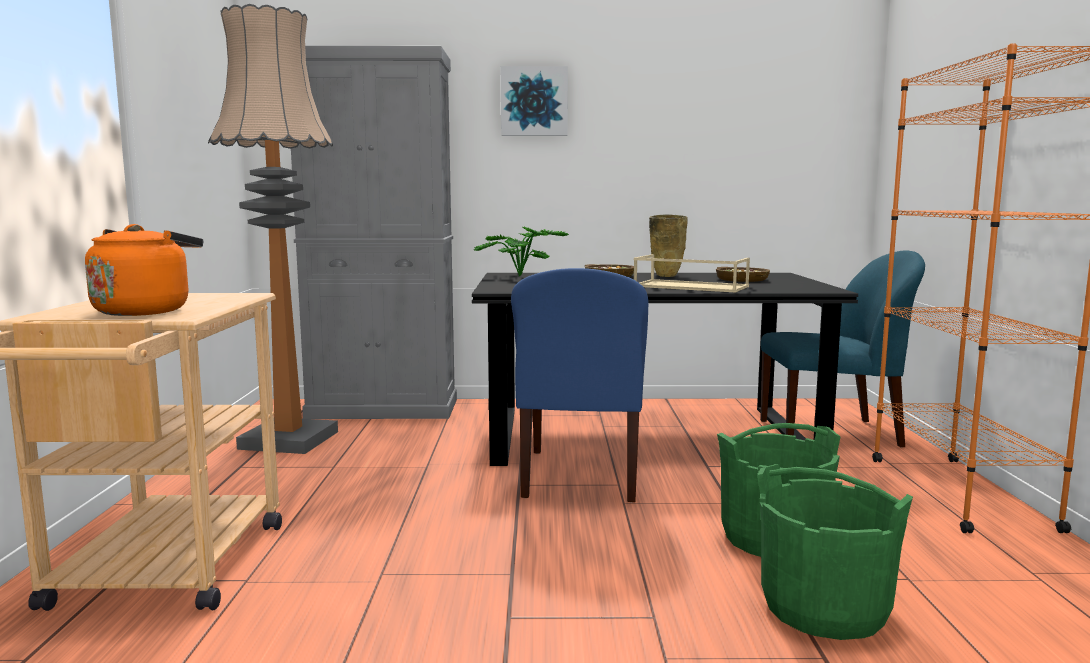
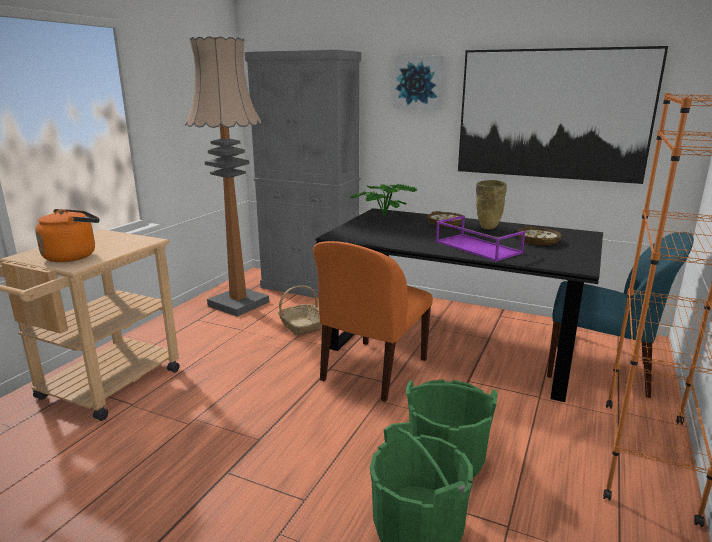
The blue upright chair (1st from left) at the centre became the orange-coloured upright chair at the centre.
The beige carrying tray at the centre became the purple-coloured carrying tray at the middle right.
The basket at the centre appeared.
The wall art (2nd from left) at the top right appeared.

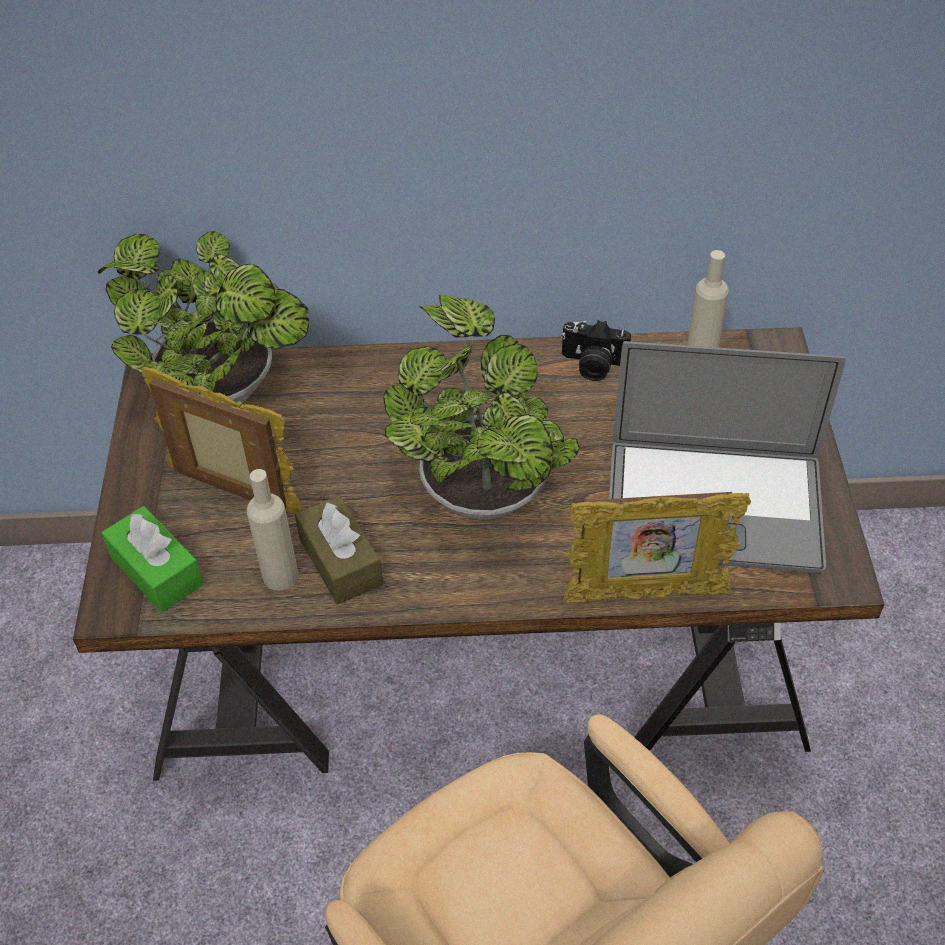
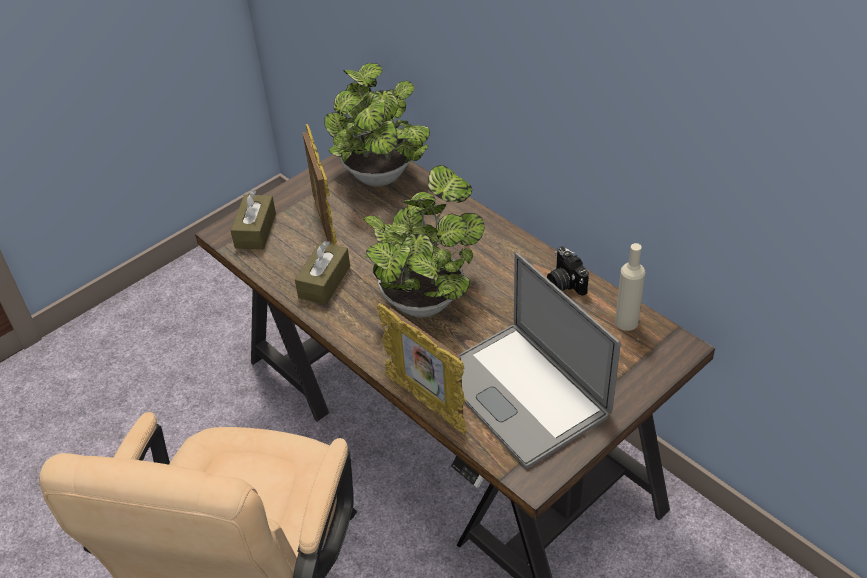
The green-coloured tissue box at the middle left became the brown-coloured tissue box (1st from left) at the middle left.
The beige drink bottle (1st from left) at the middle left disappeared.

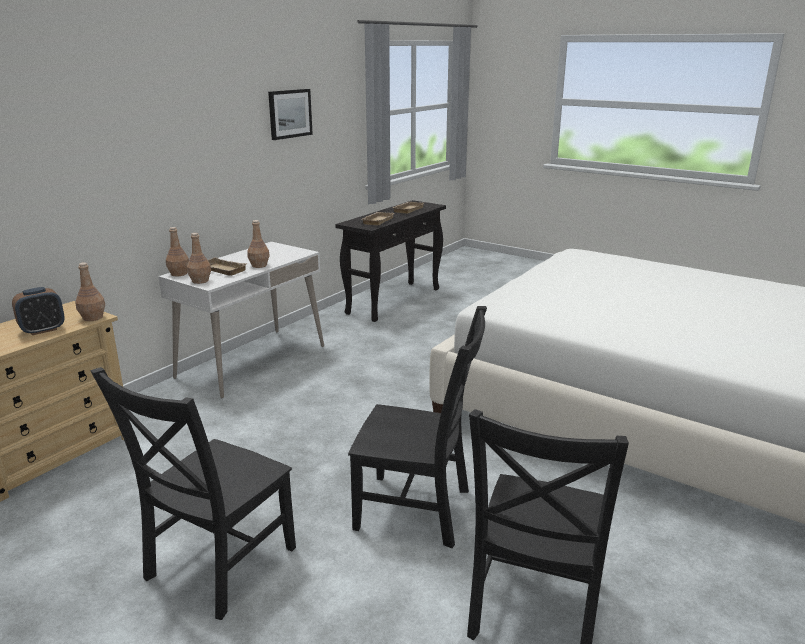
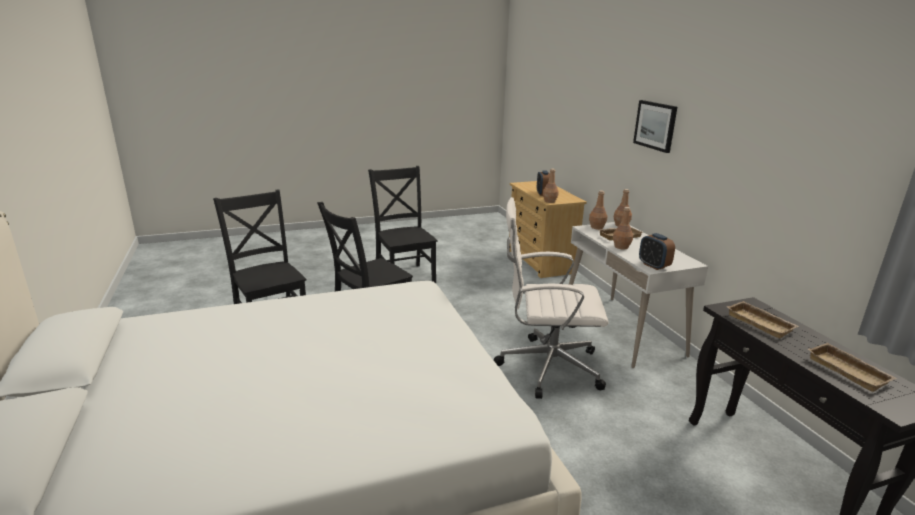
The wall art moved from the top centre to the top right.
The white office chair at the centre appeared.
The alarm clock (2nd from left) at the middle right appeared.

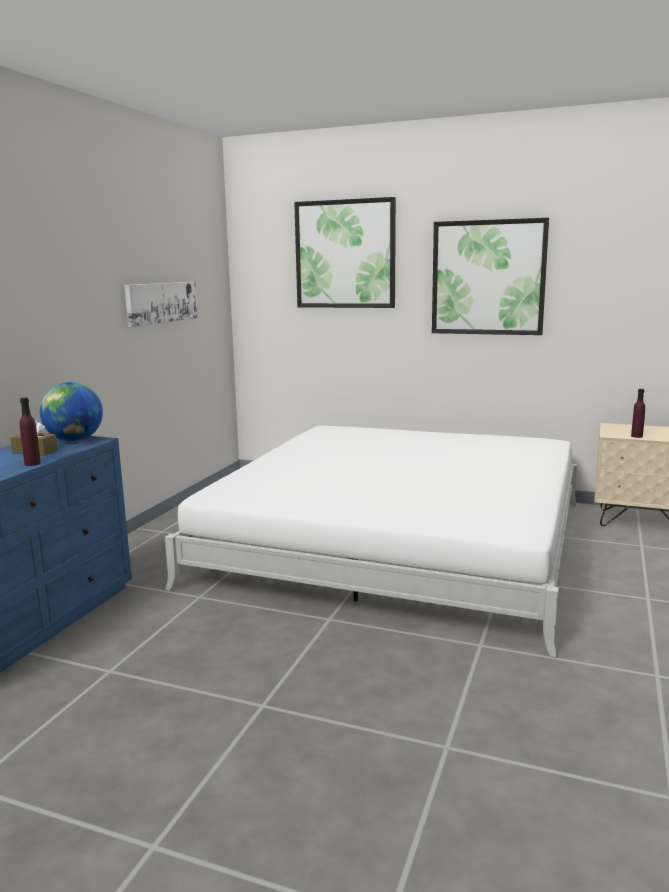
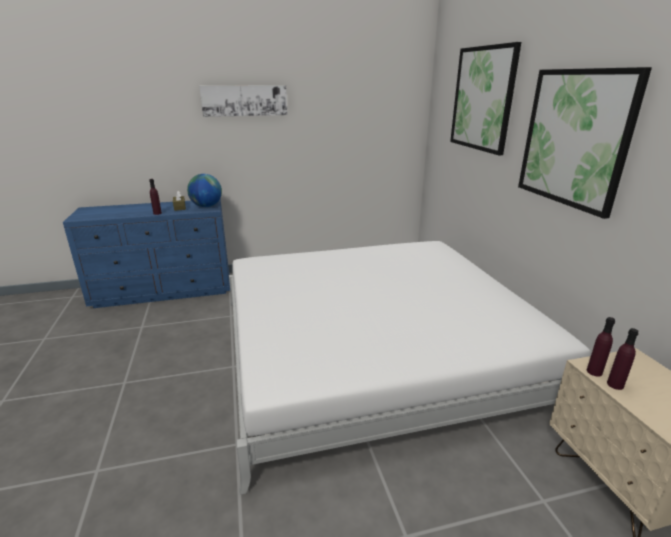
The wall art (1st from left) moved from the middle left to the top centre.
The purple-coloured drink bottle (2nd from left) at the middle right appeared.

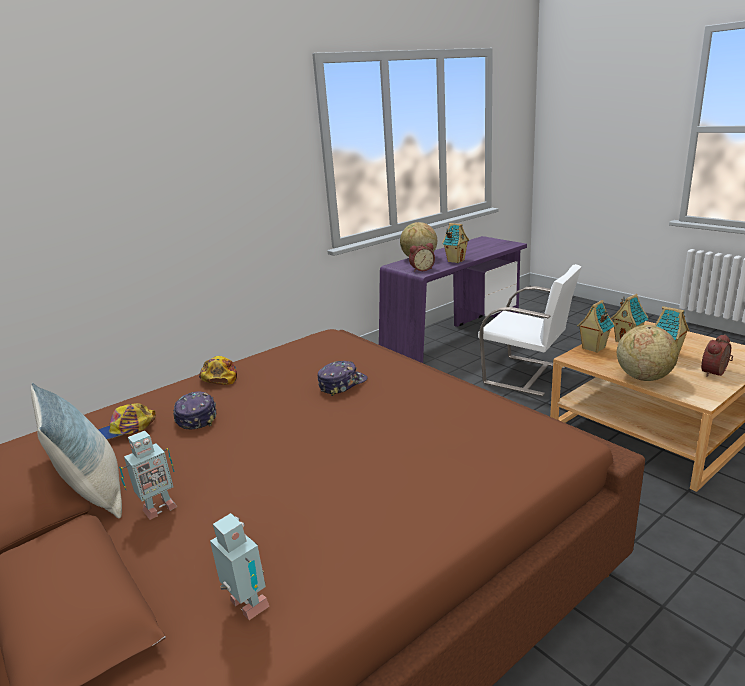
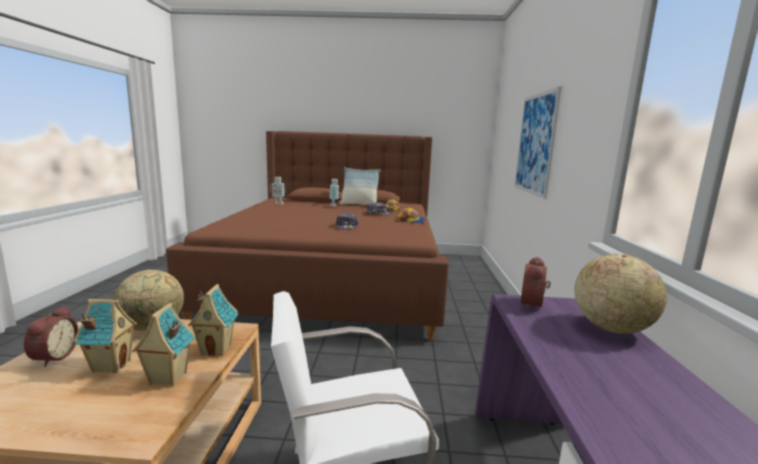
The model house (1st from left) at the centre disappeared.
The wall art at the top right appeared.

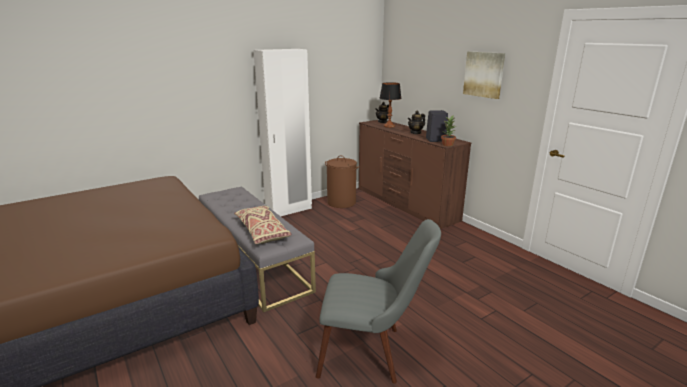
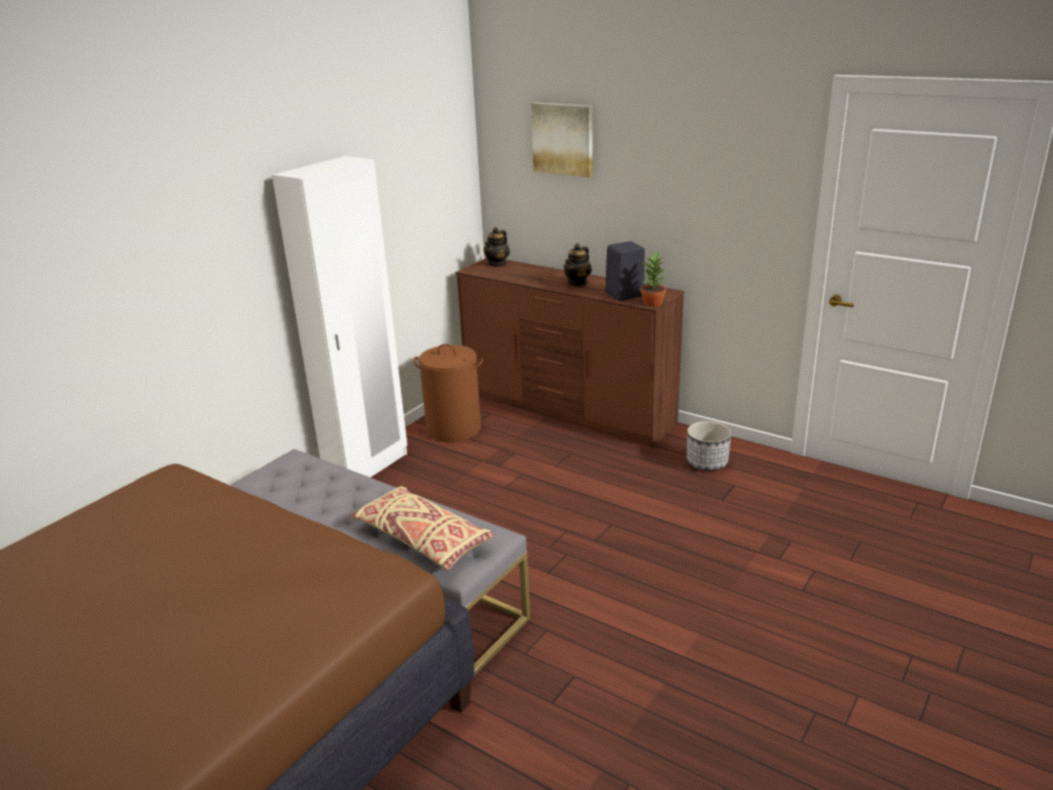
The grey upright chair at the bottom centre disappeared.
The tabletop lamp at the top centre disappeared.
The wall art moved from the top right to the top centre.
The flower pot at the middle right appeared.

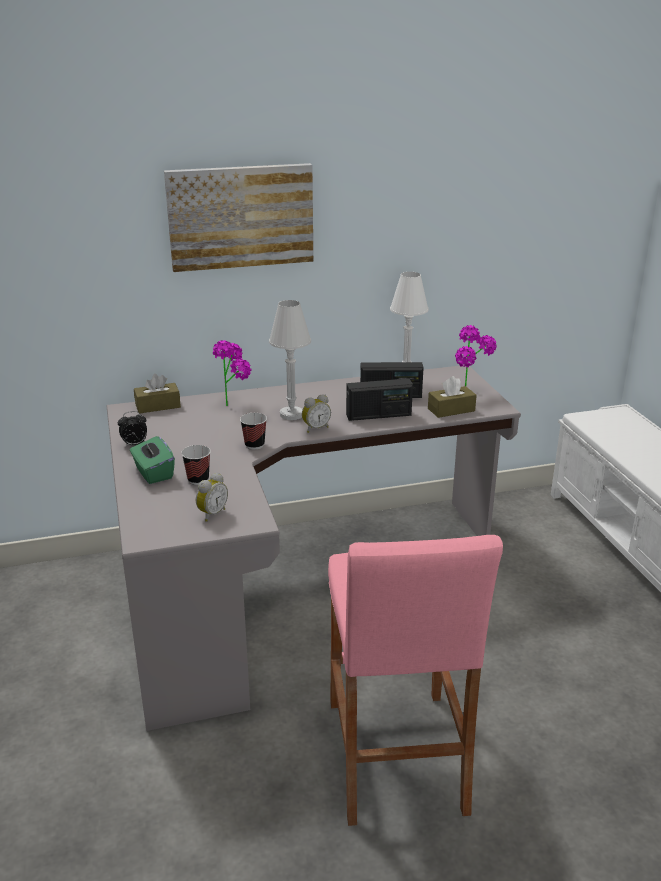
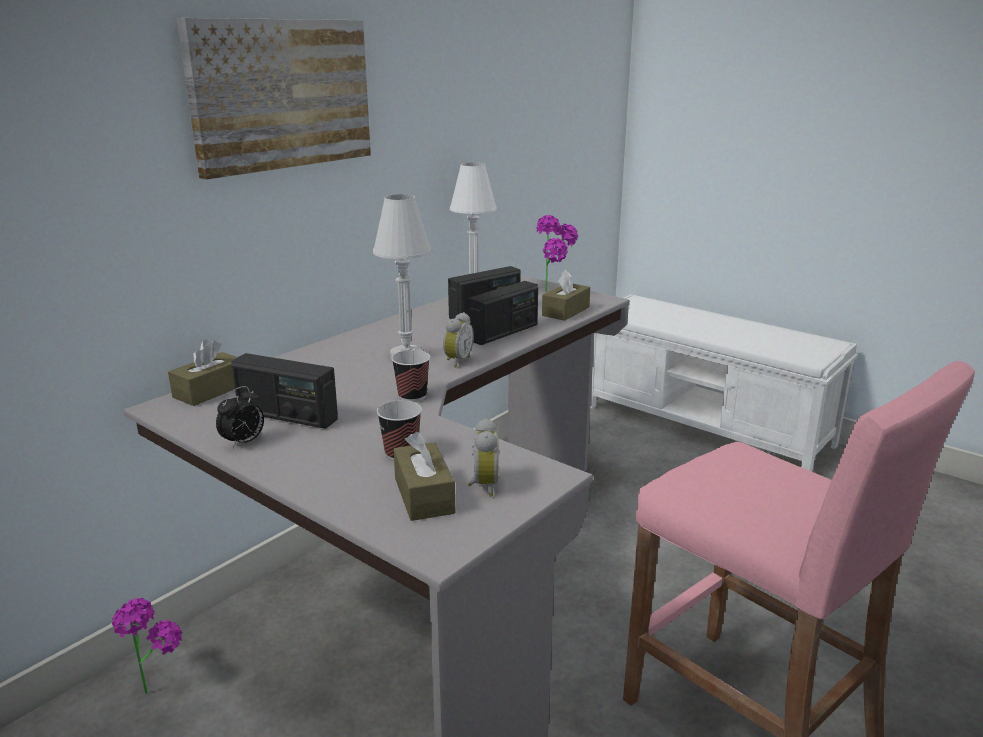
The green-coloured tissue box at the middle left disappeared.
The houseplant (1st from left) moved from the centre to the bottom left.
The radio set (1st from left) at the middle left appeared.
The brown-coloured tissue box (2nd from left) at the centre appeared.

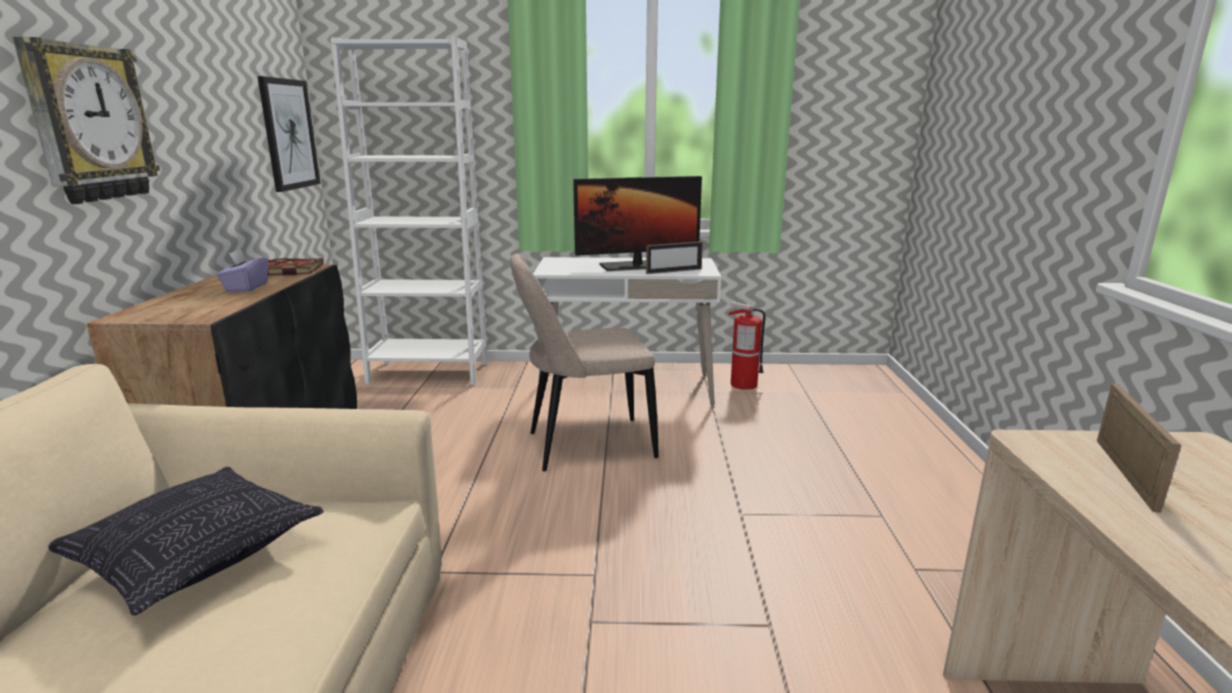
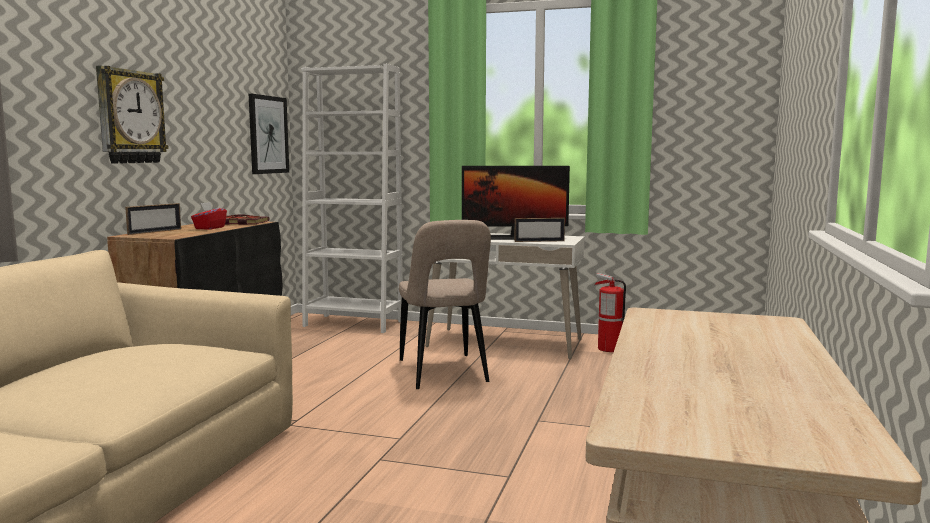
The pillow at the bottom left disappeared.
The purple-coloured tissue box at the middle left became the red tissue box at the middle left.
The beige upright chair at the centre turned 105 degrees counterclockwise.
The picture frame (2nd from left in the first image) moved from the middle right to the middle left.

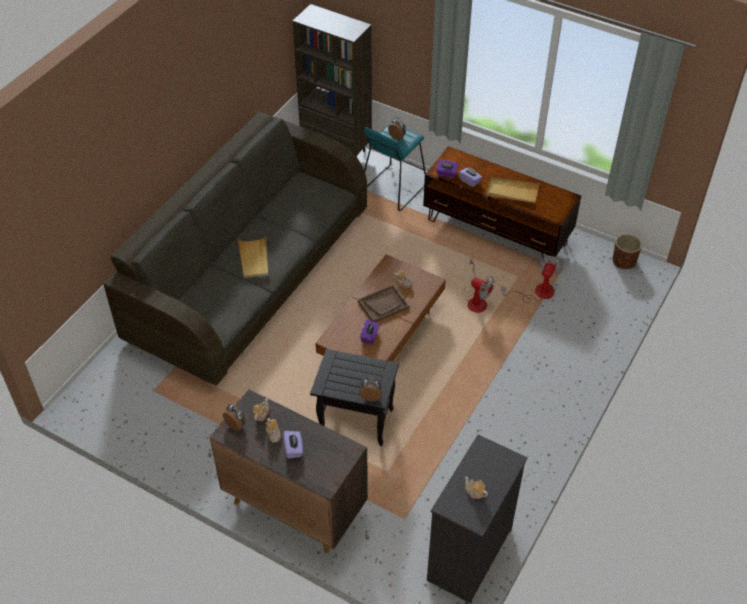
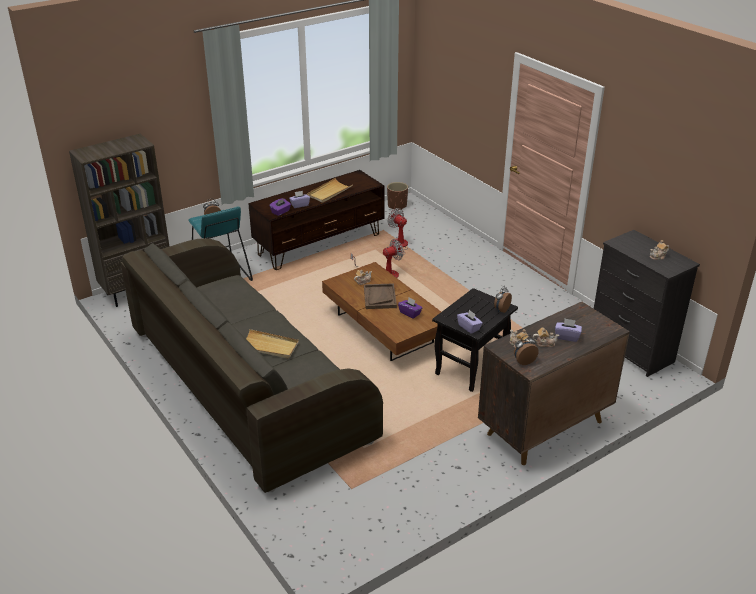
The purple-coloured tissue box (4th from left) at the centre appeared.

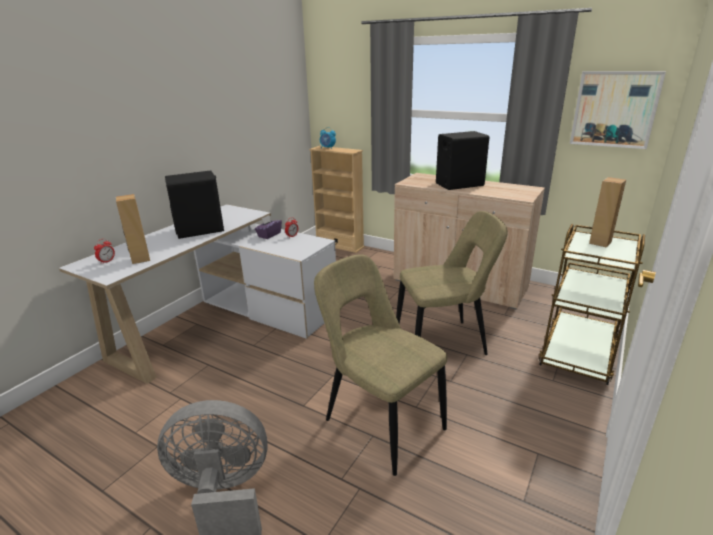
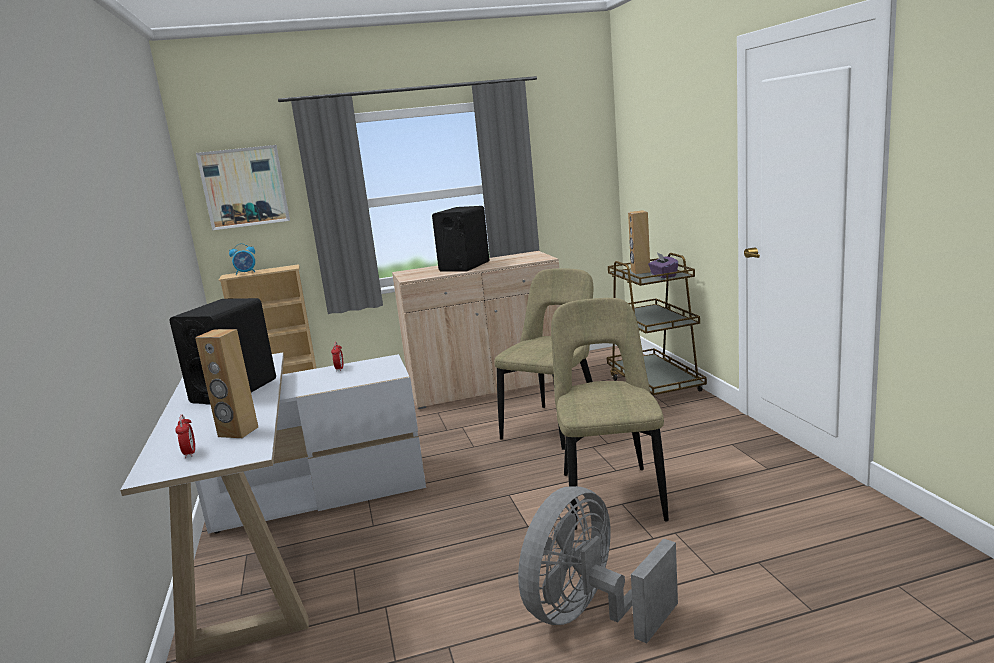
The purple-coloured tissue box moved from the centre to the middle right.
The beige upright chair (1st from left in the first image) at the bottom centre turned 90 degrees clockwise.
The wall art moved from the top right to the top left.

